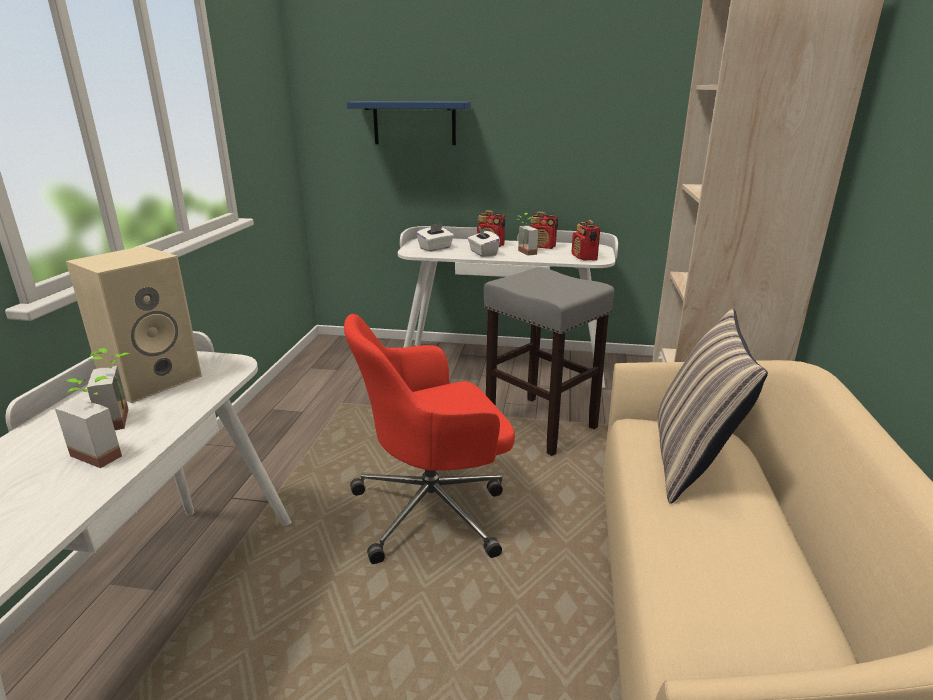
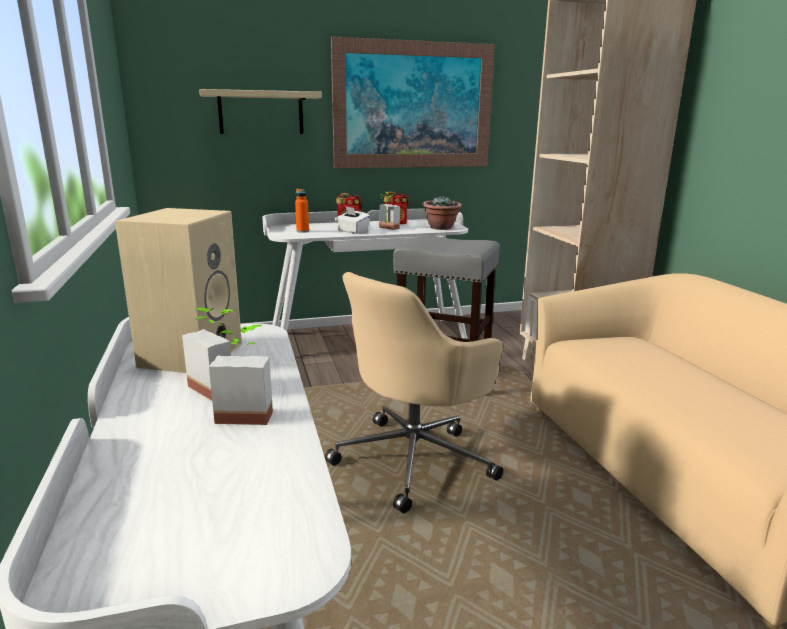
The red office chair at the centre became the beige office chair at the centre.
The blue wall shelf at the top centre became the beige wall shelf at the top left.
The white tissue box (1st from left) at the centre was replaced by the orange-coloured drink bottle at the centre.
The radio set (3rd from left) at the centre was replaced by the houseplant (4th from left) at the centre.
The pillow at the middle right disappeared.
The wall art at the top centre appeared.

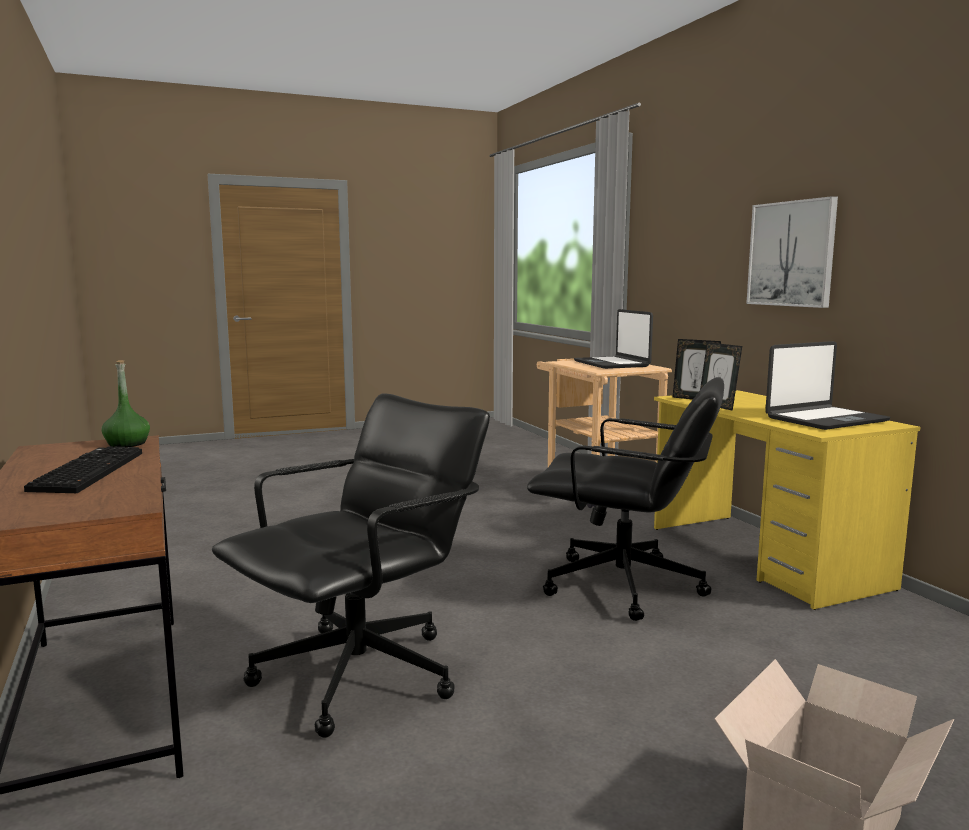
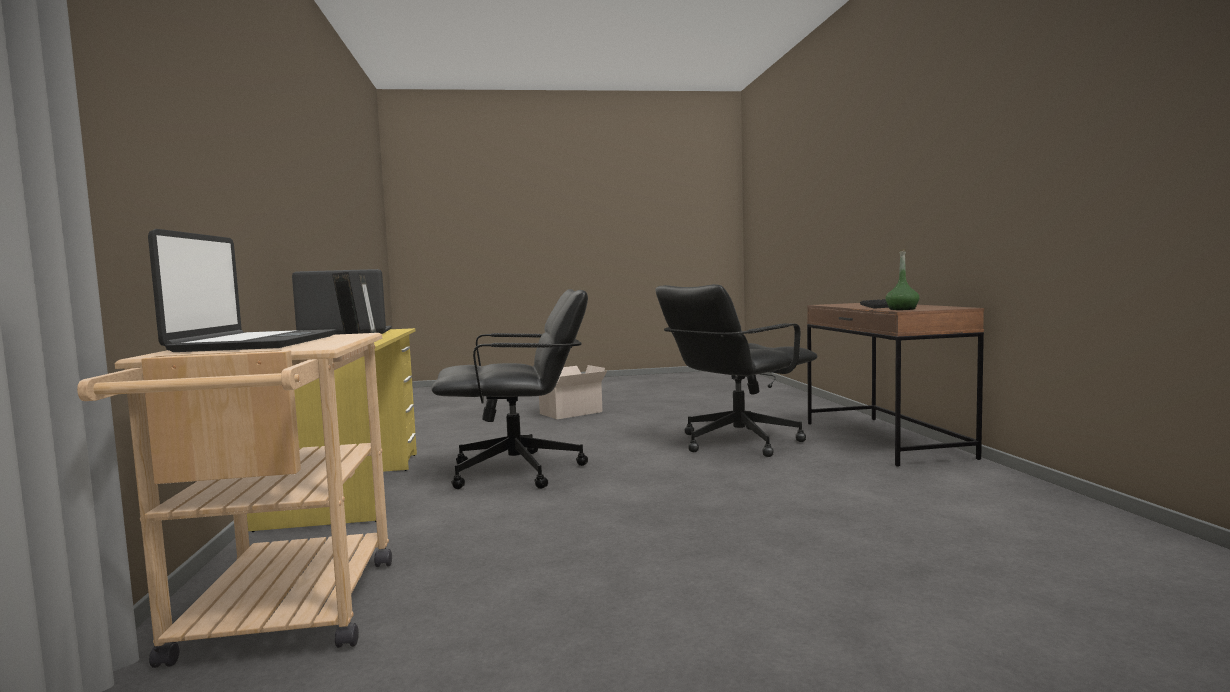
The black-coloured office chair (2nd from left in the first image) at the centre turned 135 degrees clockwise.
The wall art at the top right disappeared.

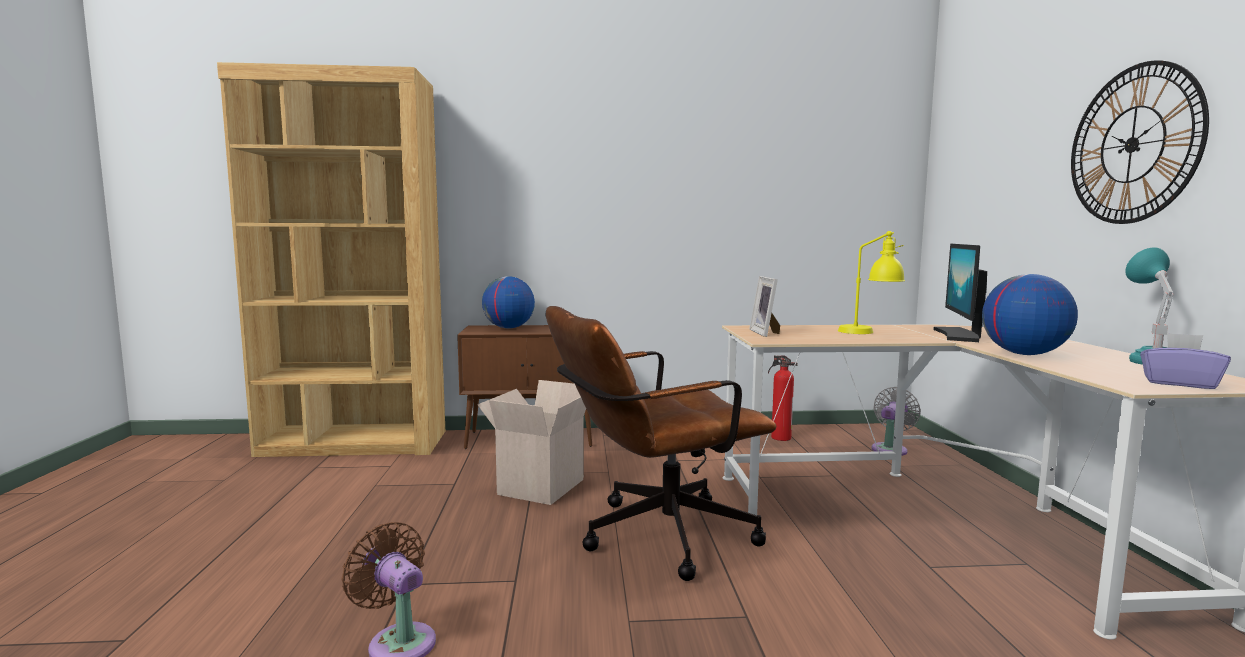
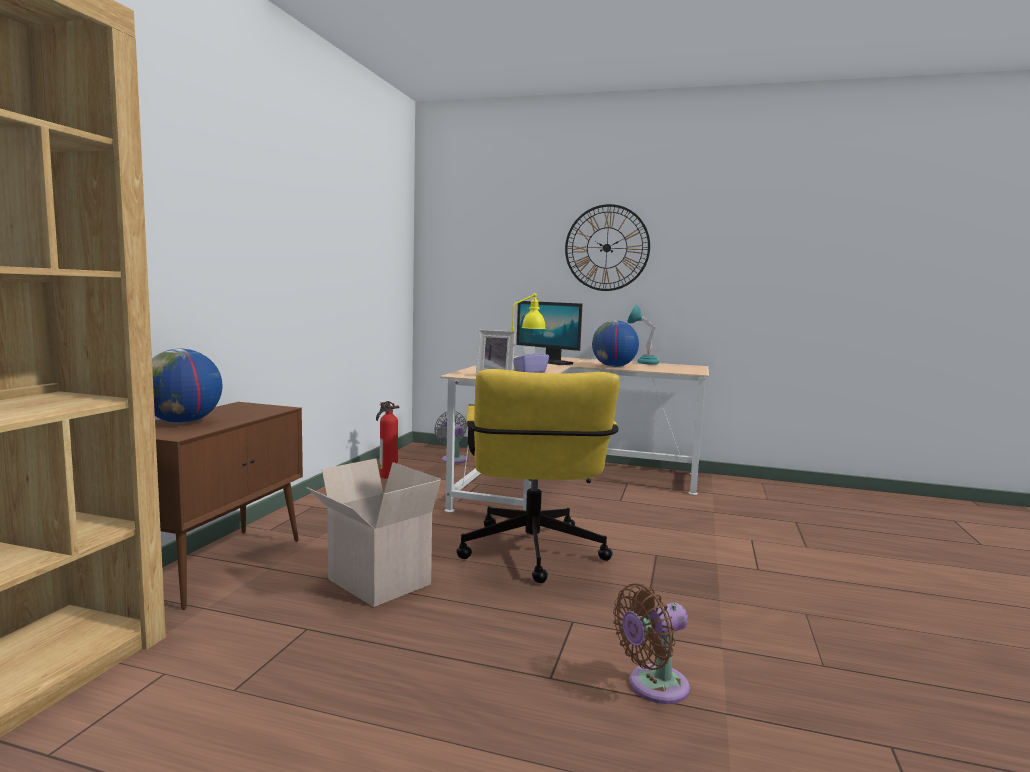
The brown-coloured office chair at the bottom centre became the yellowish office chair at the centre.
The purple-coloured tissue box moved from the middle right to the centre.

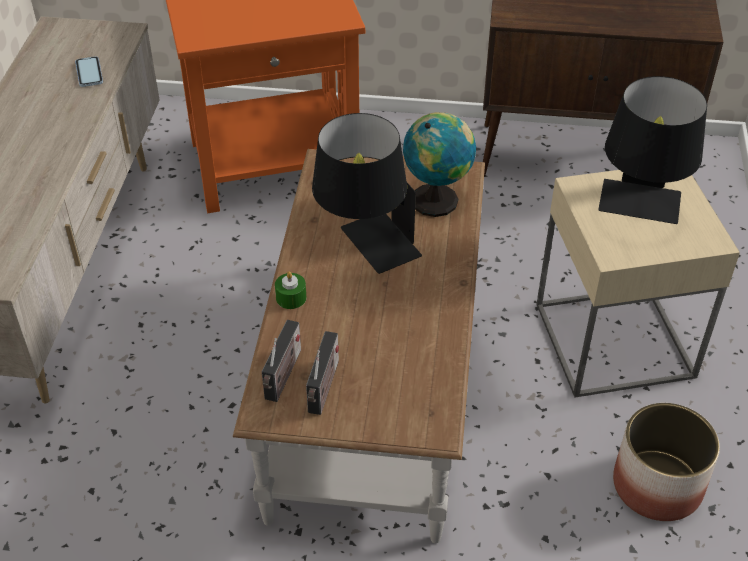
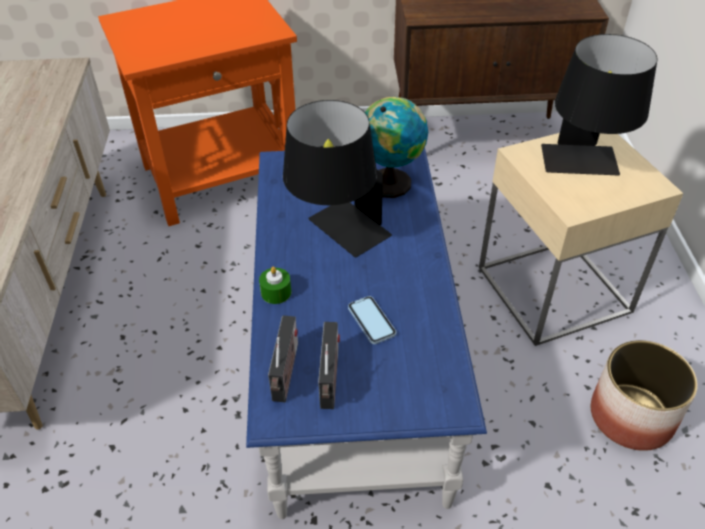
The telephone moved from the top left to the centre.
The brown-coloured low table at the centre became the blue low table at the centre.

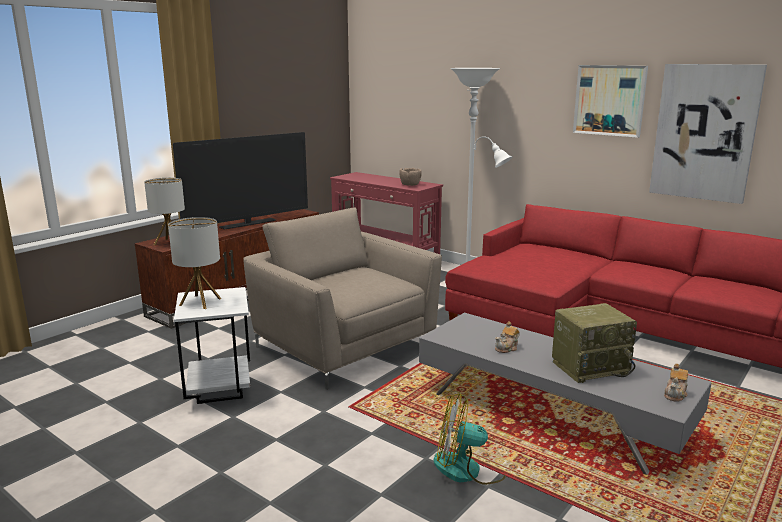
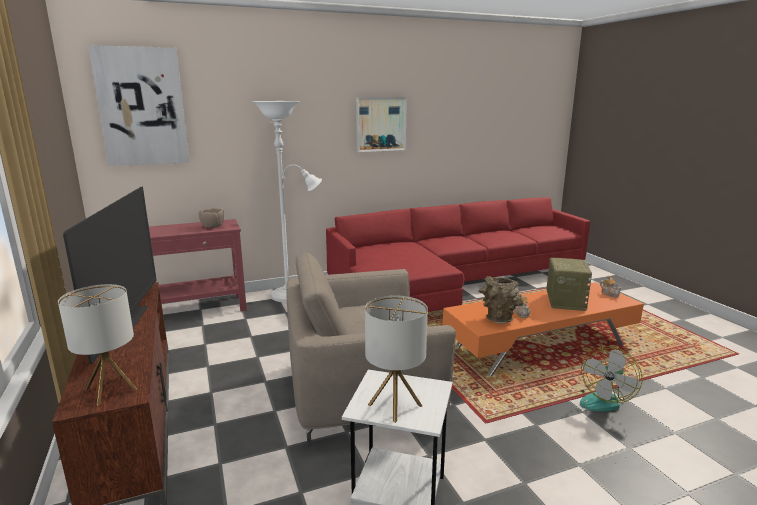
The grey low table at the bottom right became the orange-coloured low table at the middle right.
The wall art (2nd from left in the first image) moved from the top right to the top left.
The brown-coloured vase at the centre appeared.

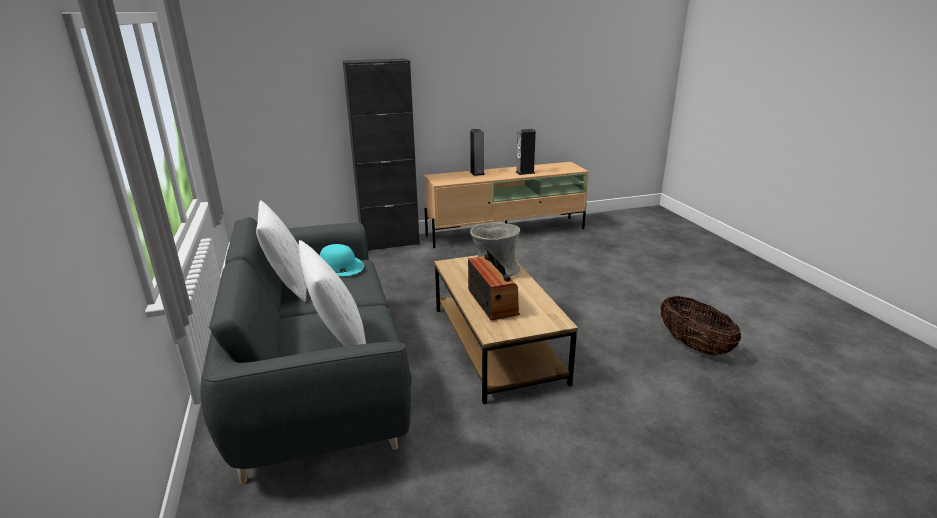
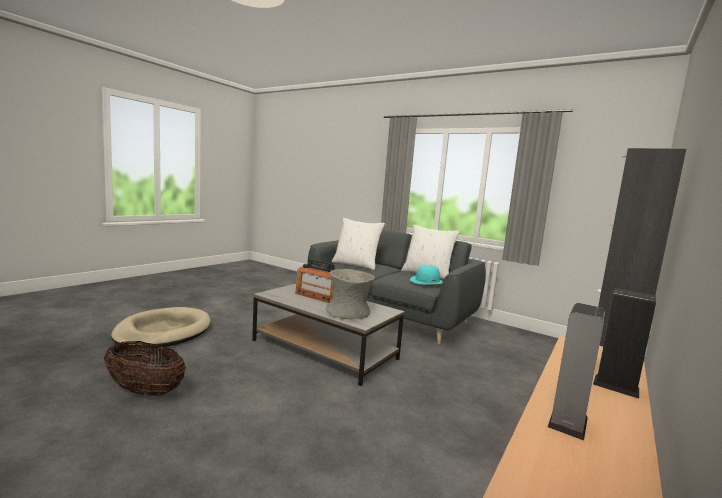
The brown-coloured low table at the centre became the grey low table at the bottom centre.
The beige dog cushion at the middle left appeared.

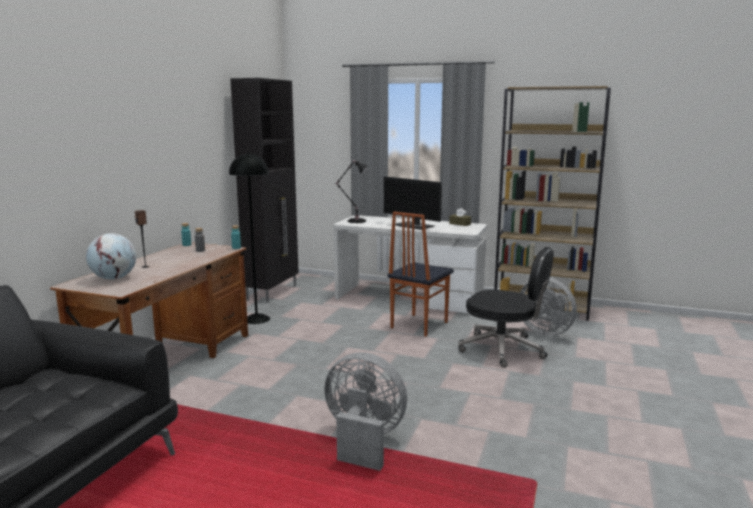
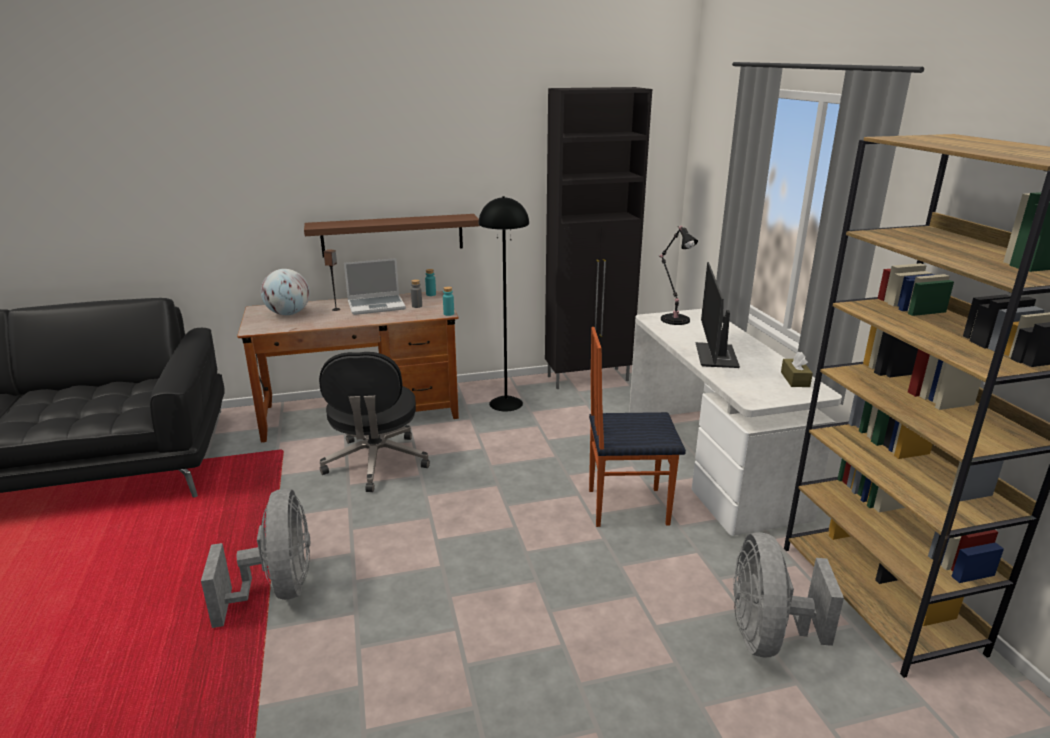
The black-coloured office chair moved from the middle right to the centre.
The brown-coloured wall shelf at the top centre appeared.
The laptop at the centre appeared.

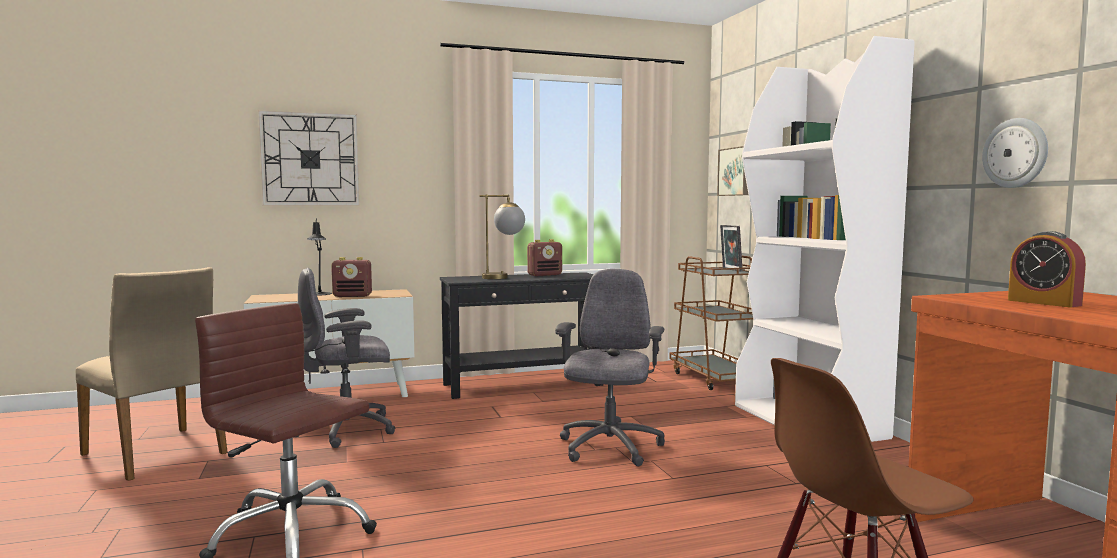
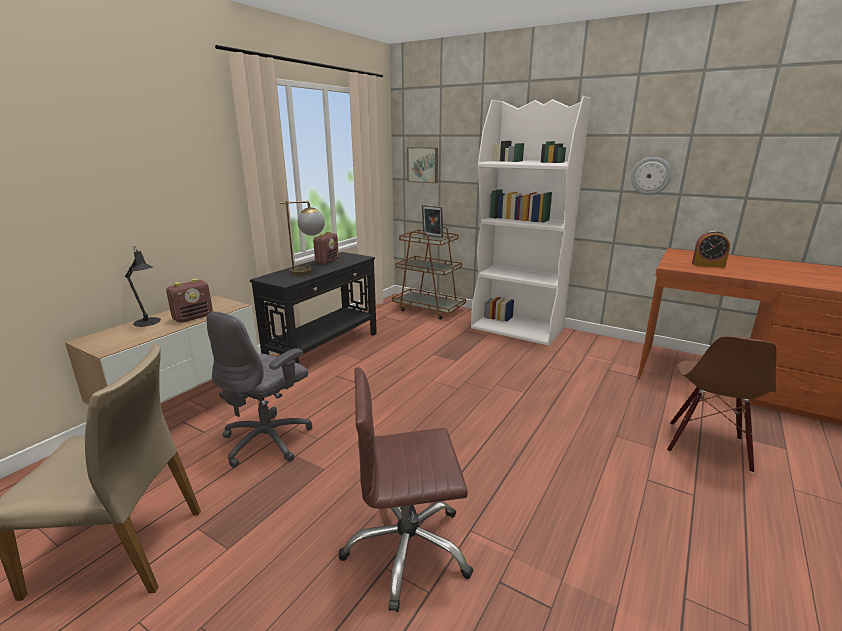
The hanging clock (1st from left) at the top left disappeared.
The grey office chair (2nd from left) at the centre disappeared.

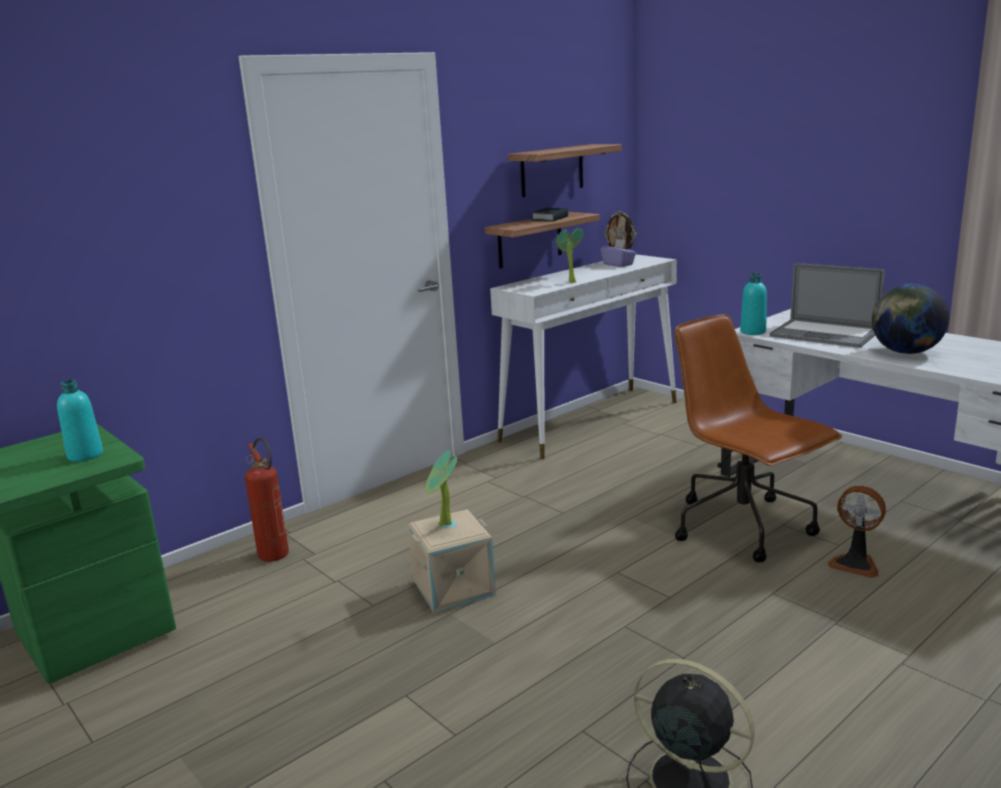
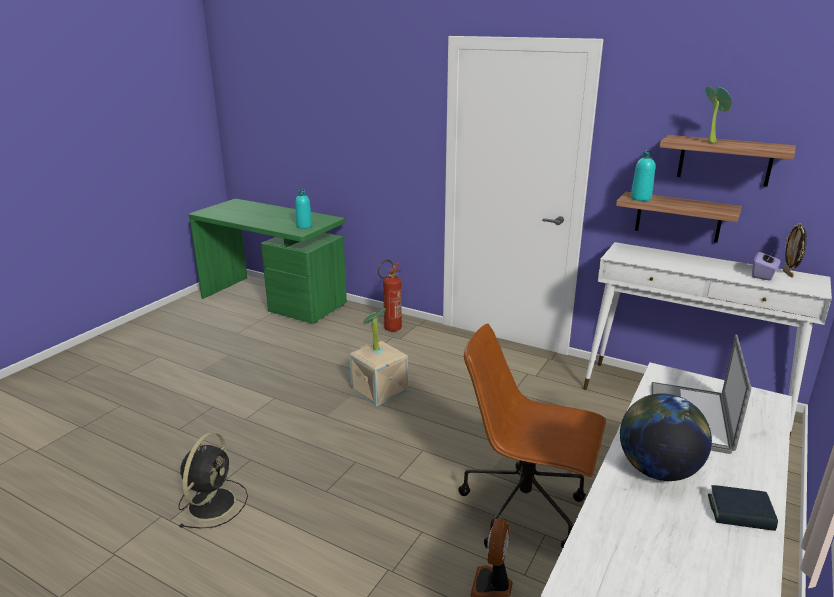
The volume moved from the top centre to the bottom right.
The houseplant (2nd from left) moved from the top centre to the top right.
The brown-coloured office chair at the middle right turned 105 degrees counterclockwise.
The turquoise-coloured drink bottle (2nd from left) moved from the middle right to the top right.

